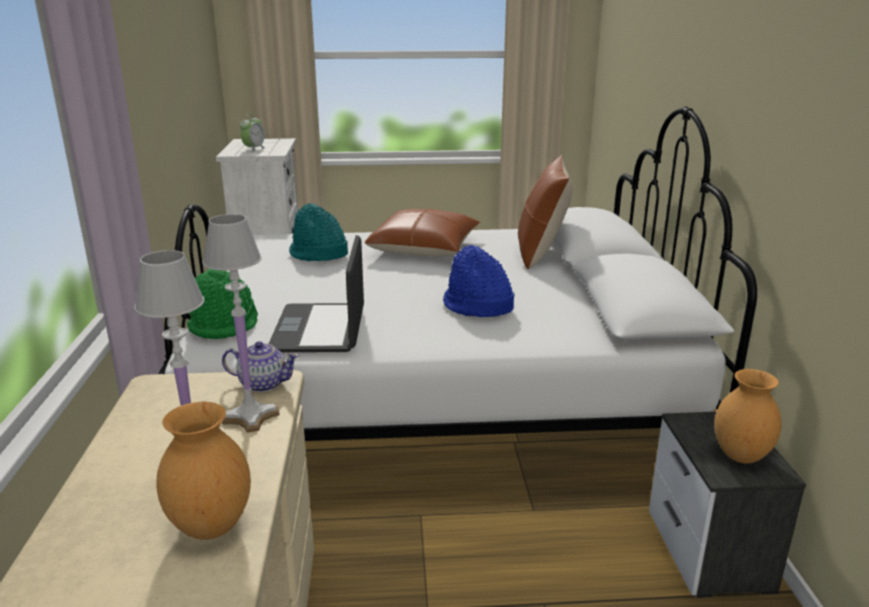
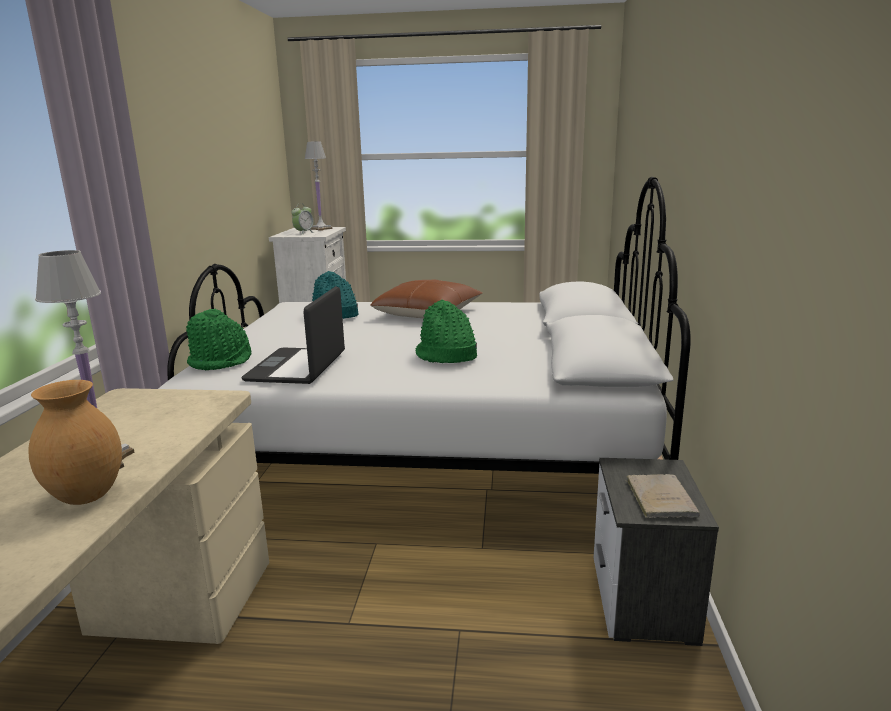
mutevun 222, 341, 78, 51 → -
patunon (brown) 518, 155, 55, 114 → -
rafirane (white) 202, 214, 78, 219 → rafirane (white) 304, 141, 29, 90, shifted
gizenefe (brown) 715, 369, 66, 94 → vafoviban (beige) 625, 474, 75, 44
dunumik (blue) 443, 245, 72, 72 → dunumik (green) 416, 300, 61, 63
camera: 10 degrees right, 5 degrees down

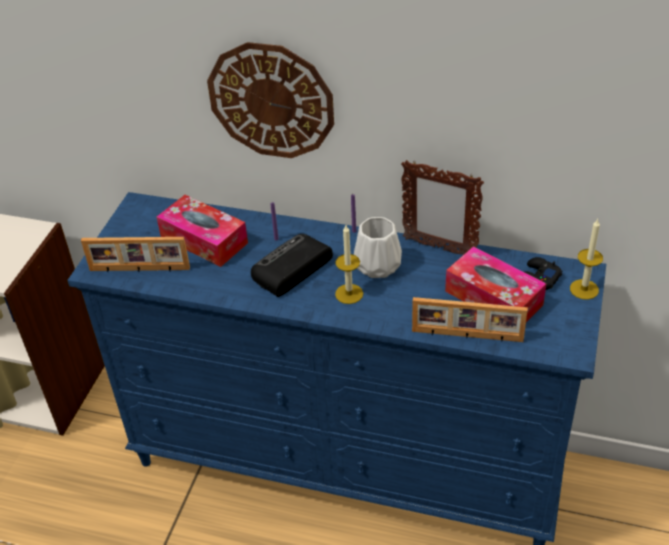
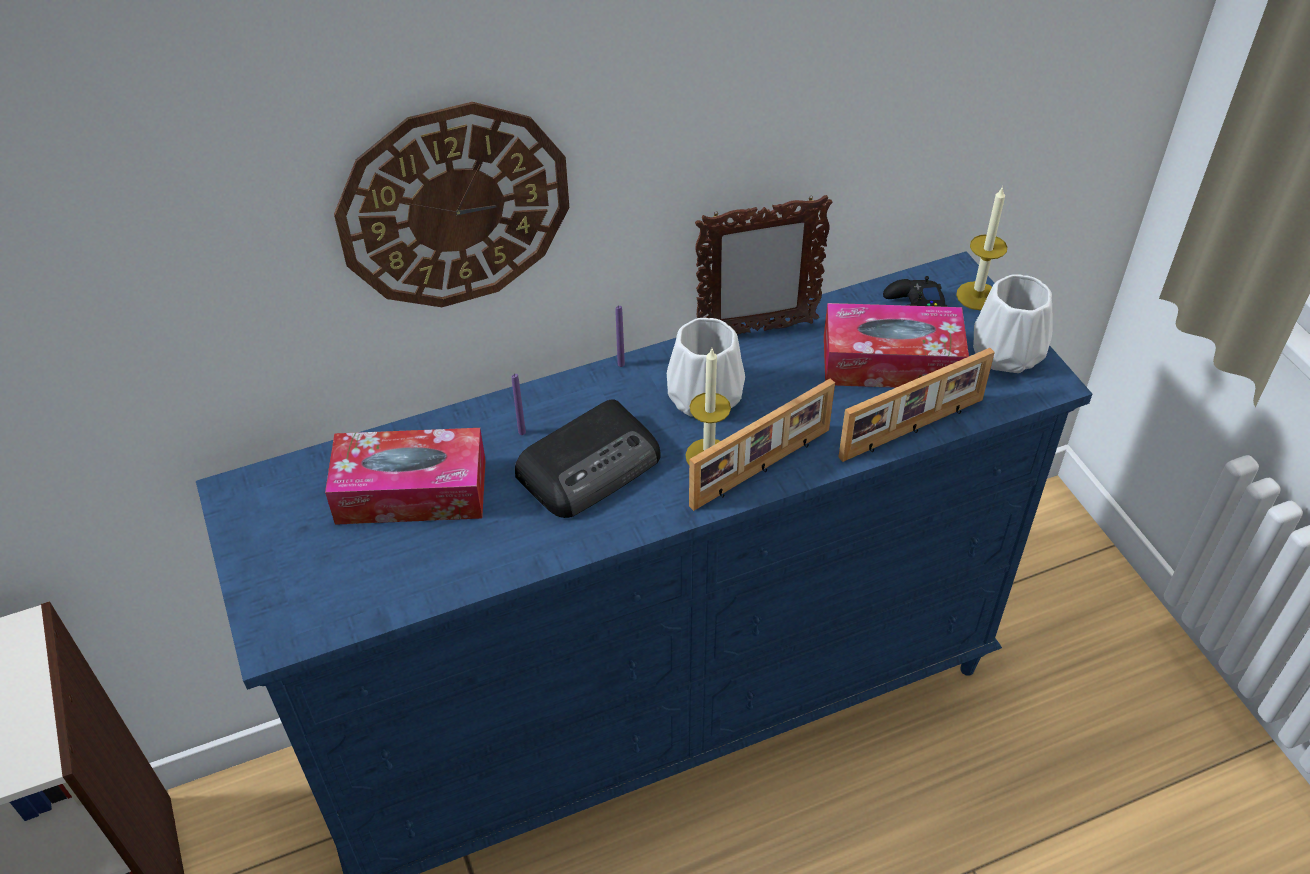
- → gizenefe (white) 973, 274, 79, 99
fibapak 81, 237, 109, 35 → fibapak 689, 379, 146, 132, shifted
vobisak 251, 234, 82, 63 → vobisak 515, 400, 146, 118, 135 degrees counterclockwise
camera: 40 degrees left, 5 degrees up

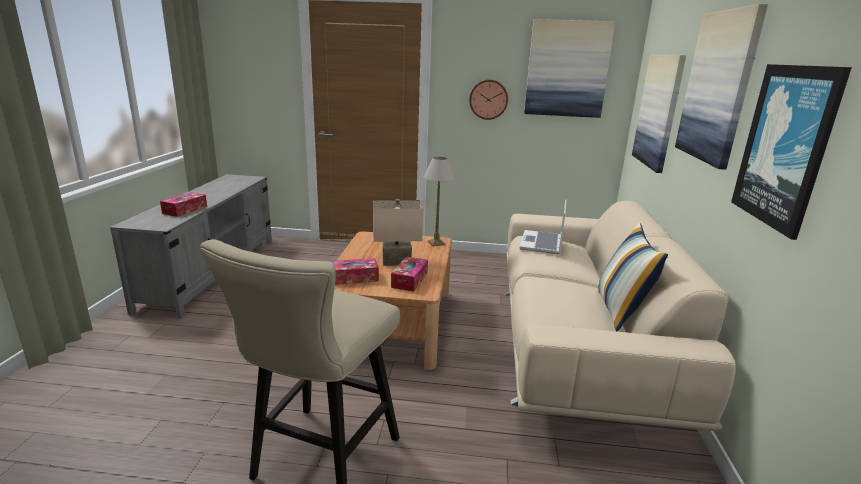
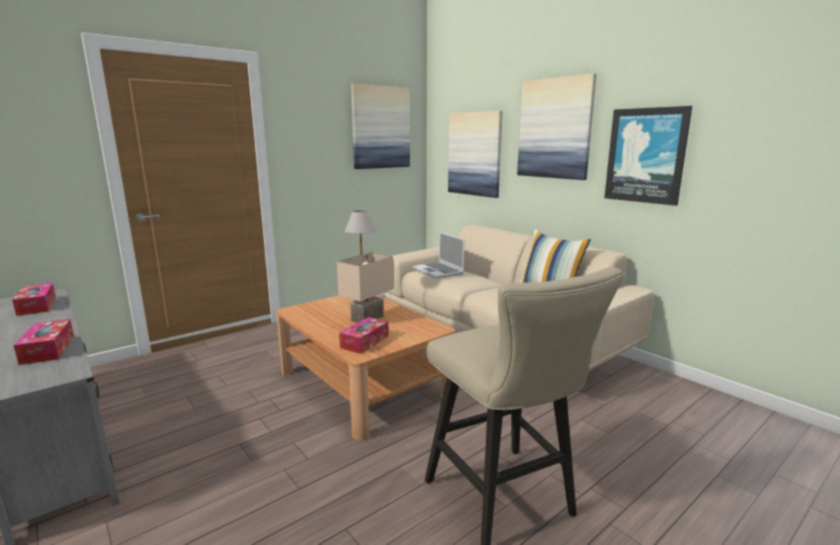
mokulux 469, 80, 39, 40 → -
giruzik 391, 257, 37, 35 → giruzik 12, 283, 44, 33, shifted
camera: 45 degrees left, 5 degrees down

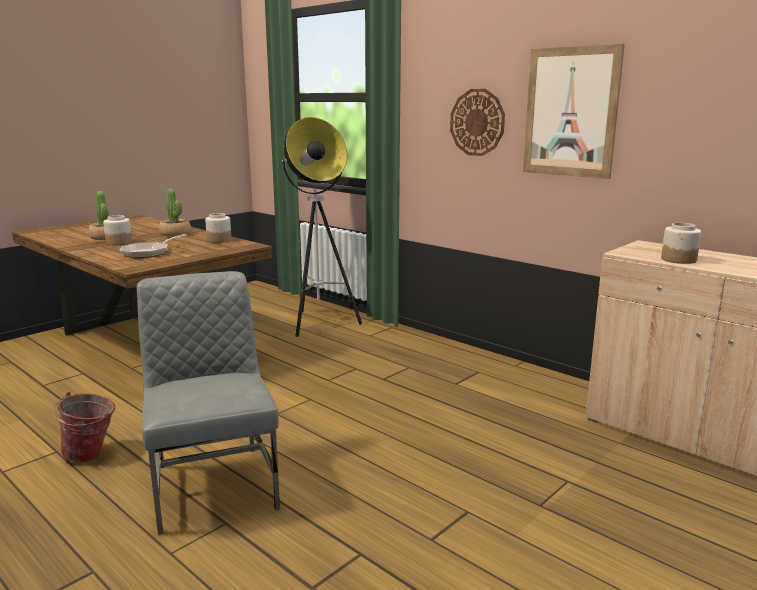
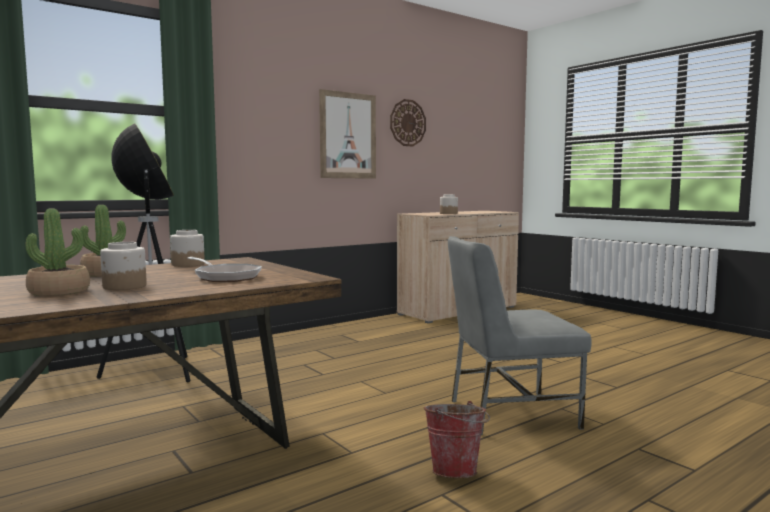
mokulux 450, 89, 55, 67 → mokulux 390, 99, 36, 47, shifted
camera: 80 degrees left, 10 degrees down

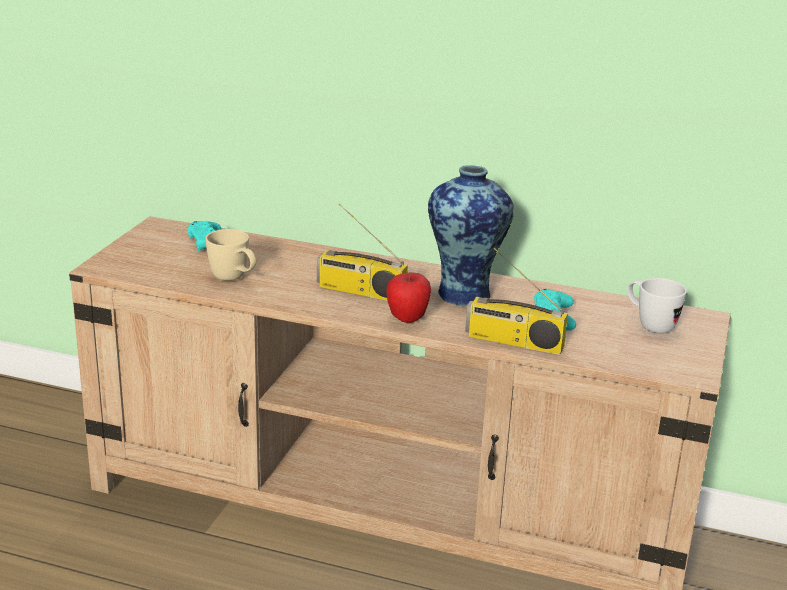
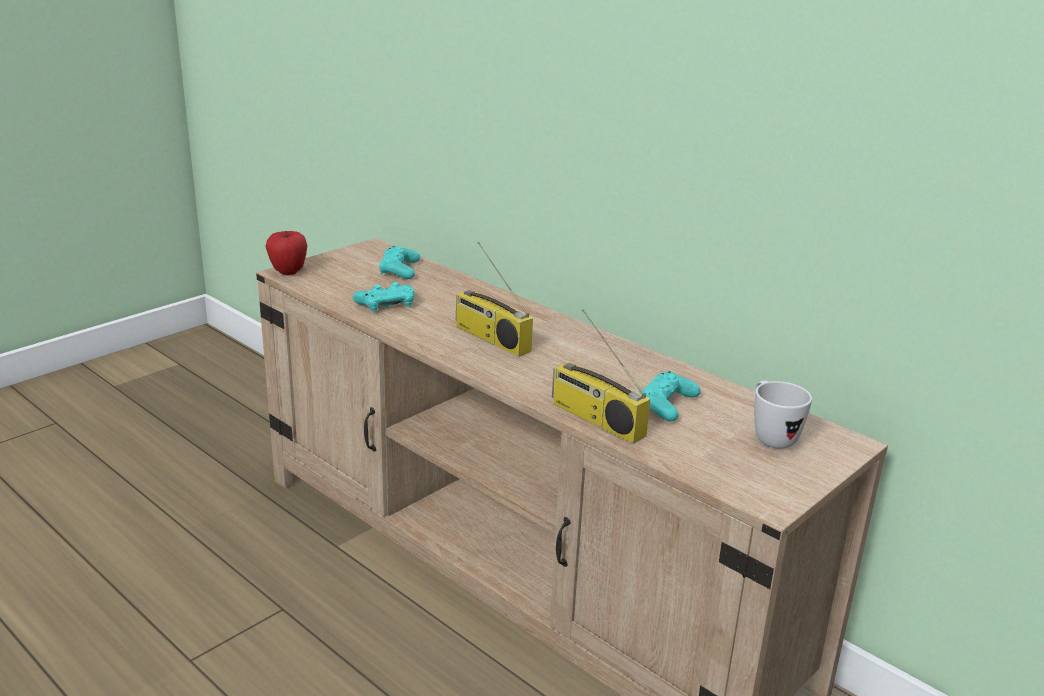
gizenefe 428, 165, 86, 141 → -
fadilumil 386, 272, 45, 51 → fadilumil 265, 231, 42, 44, shifted
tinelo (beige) 206, 229, 50, 52 → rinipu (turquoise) 353, 282, 62, 31
camera: 25 degrees right, 0 degrees up

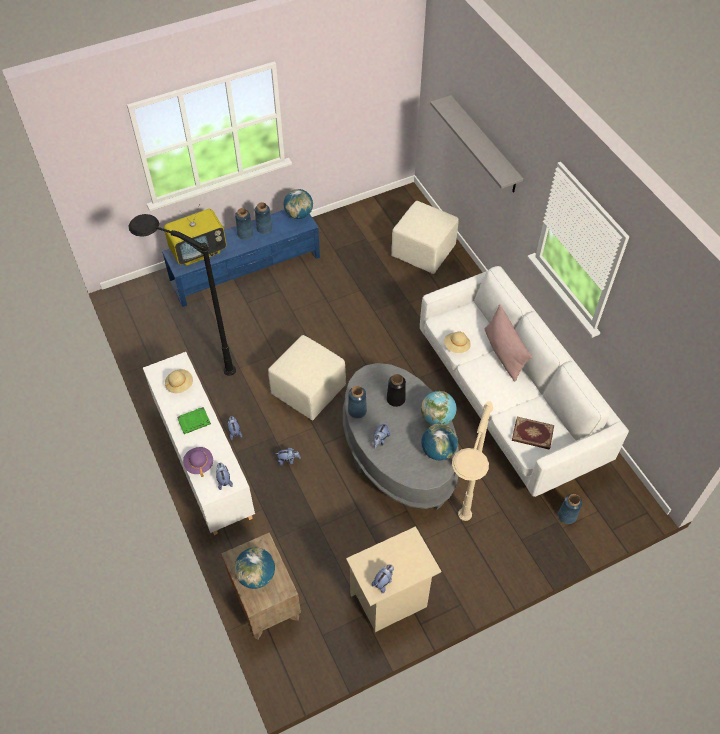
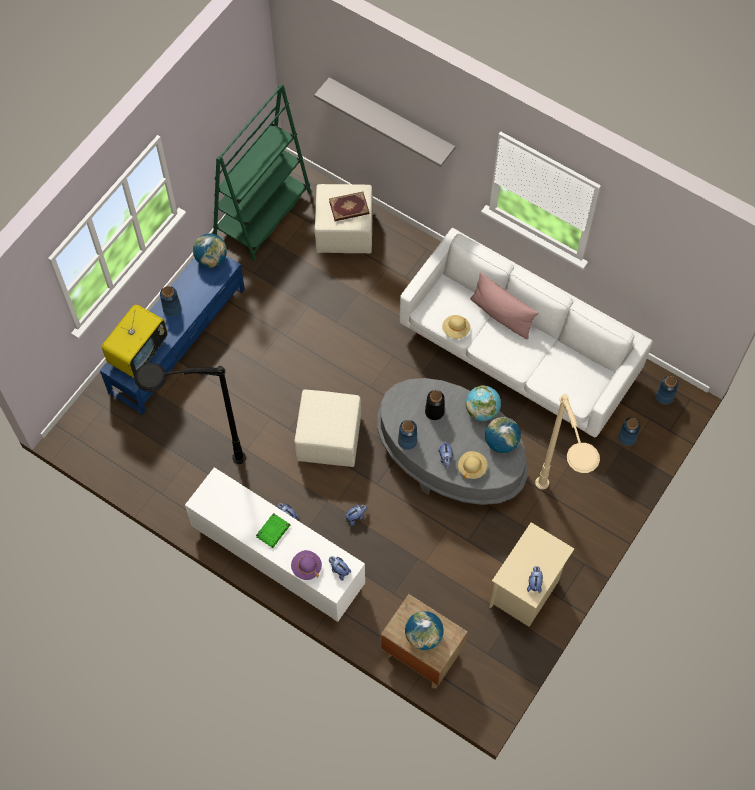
- → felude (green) 213, 84, 98, 177
dunumik (beige) 165, 369, 28, 24 → dunumik (beige) 458, 451, 29, 28, shifted
gizenefe (blue) 255, 202, 18, 32 → gizenefe (blue) 656, 376, 23, 28, shifted
vafoviban 512, 417, 42, 33 → vafoviban 329, 192, 40, 29, shifted
camera: 30 degrees left, 10 degrees up

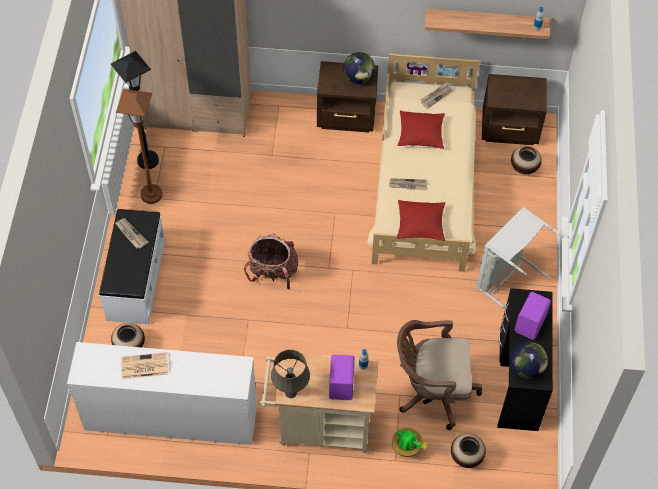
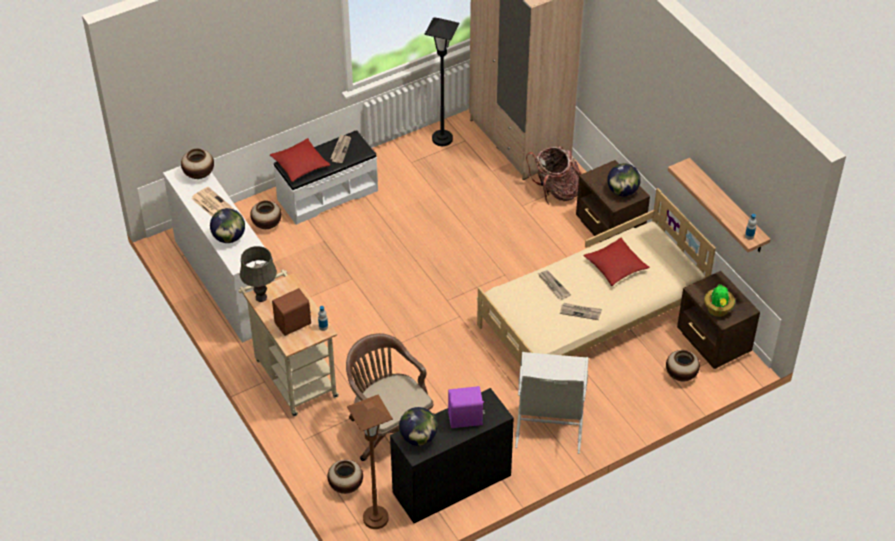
- → gizenefe 181, 149, 33, 30
- → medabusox 210, 208, 35, 35
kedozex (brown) 116, 89, 46, 115 → kedozex (brown) 347, 395, 46, 134, shifted
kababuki 244, 233, 54, 56 → kababuki 526, 146, 56, 58, shifted
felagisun 392, 428, 35, 29 → felagisun 704, 284, 31, 33, shifted
patunon (red) 396, 200, 49, 41 → patunon (red) 270, 138, 61, 44, shifted
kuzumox 420, 82, 33, 27 → kuzumox 560, 303, 42, 17, shifted
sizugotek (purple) 329, 355, 26, 45 → sizugotek (brown) 272, 288, 39, 48
camera: 55 degrees right, 10 degrees down

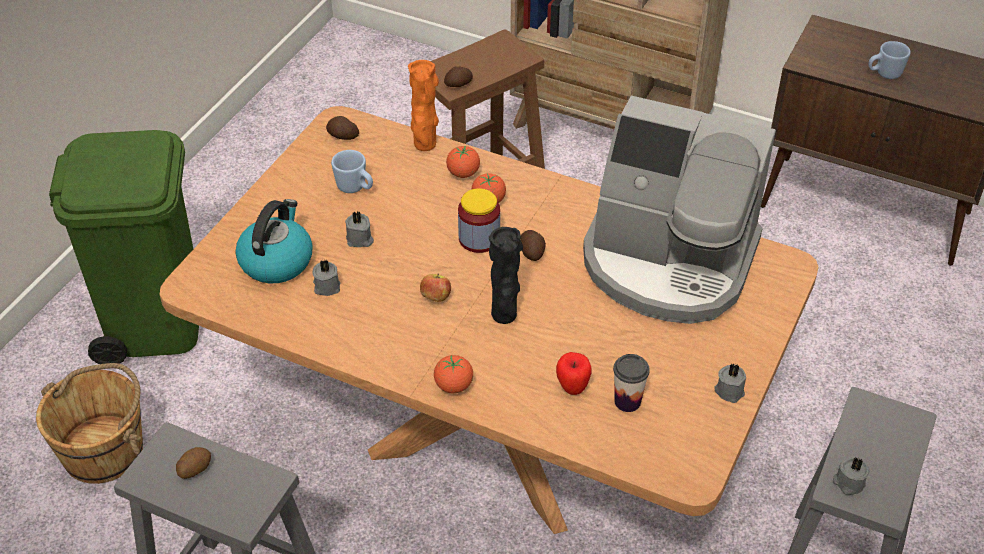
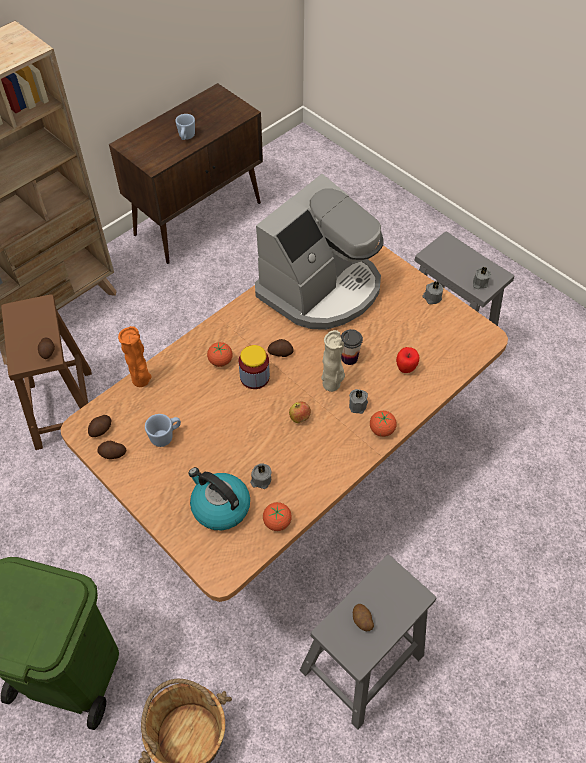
- → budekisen 98, 441, 28, 18
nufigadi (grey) 345, 211, 29, 36 → nufigadi (grey) 349, 389, 19, 25, shifted
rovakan 446, 146, 34, 32 → rovakan 263, 502, 29, 29, shifted
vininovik 613, 354, 37, 58 → vininovik 340, 329, 23, 36, shifted
gizenefe (black) 489, 227, 34, 97 → gizenefe (beige) 321, 330, 24, 62
camera: 70 degrees left, 10 degrees up

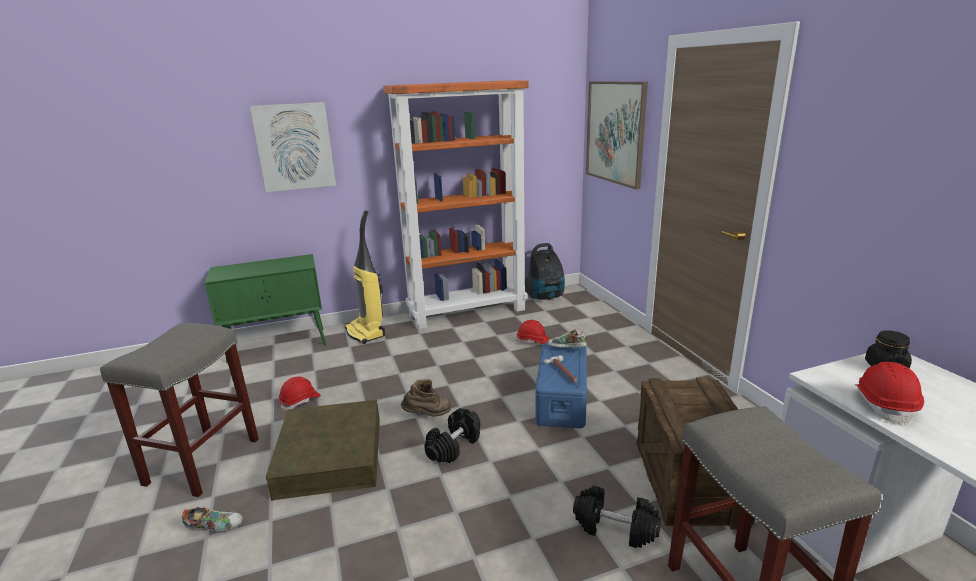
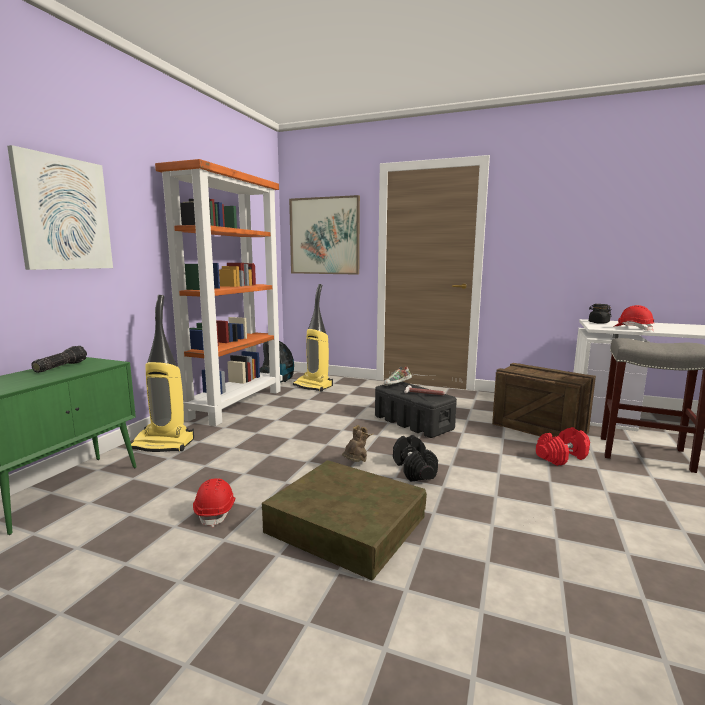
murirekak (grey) 100, 323, 159, 174 → -
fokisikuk 182, 507, 61, 25 → -
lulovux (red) 517, 320, 32, 24 → -
- → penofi 31, 346, 56, 27
- → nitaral 293, 284, 40, 108
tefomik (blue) 535, 343, 52, 85 → tefomik (black) 375, 382, 82, 56
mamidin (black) 573, 486, 88, 62 → mamidin (red) 536, 427, 54, 39
camera: 50 degrees left, 10 degrees down

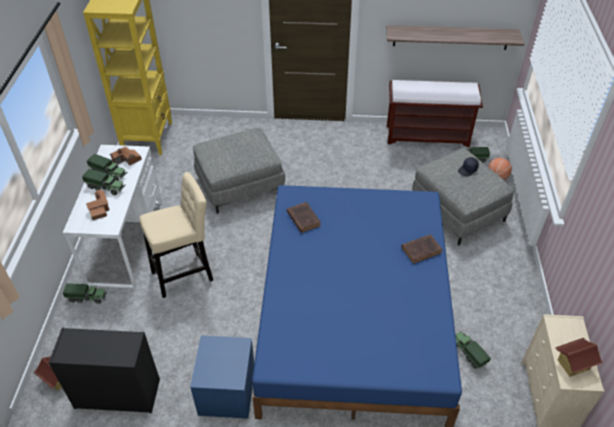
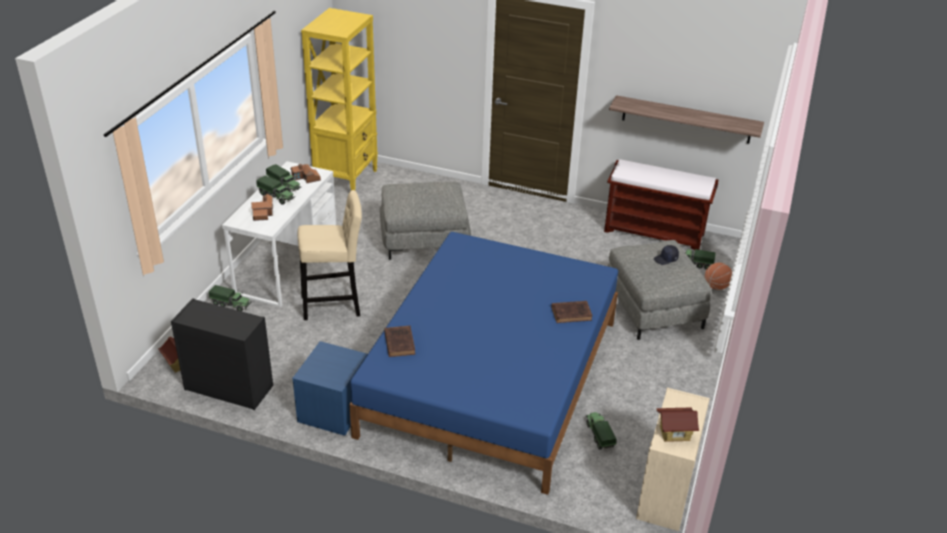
vafoviban (brown) 287, 202, 34, 31 → vafoviban (brown) 384, 326, 31, 31, shifted
camera: 15 degrees right, 10 degrees down

